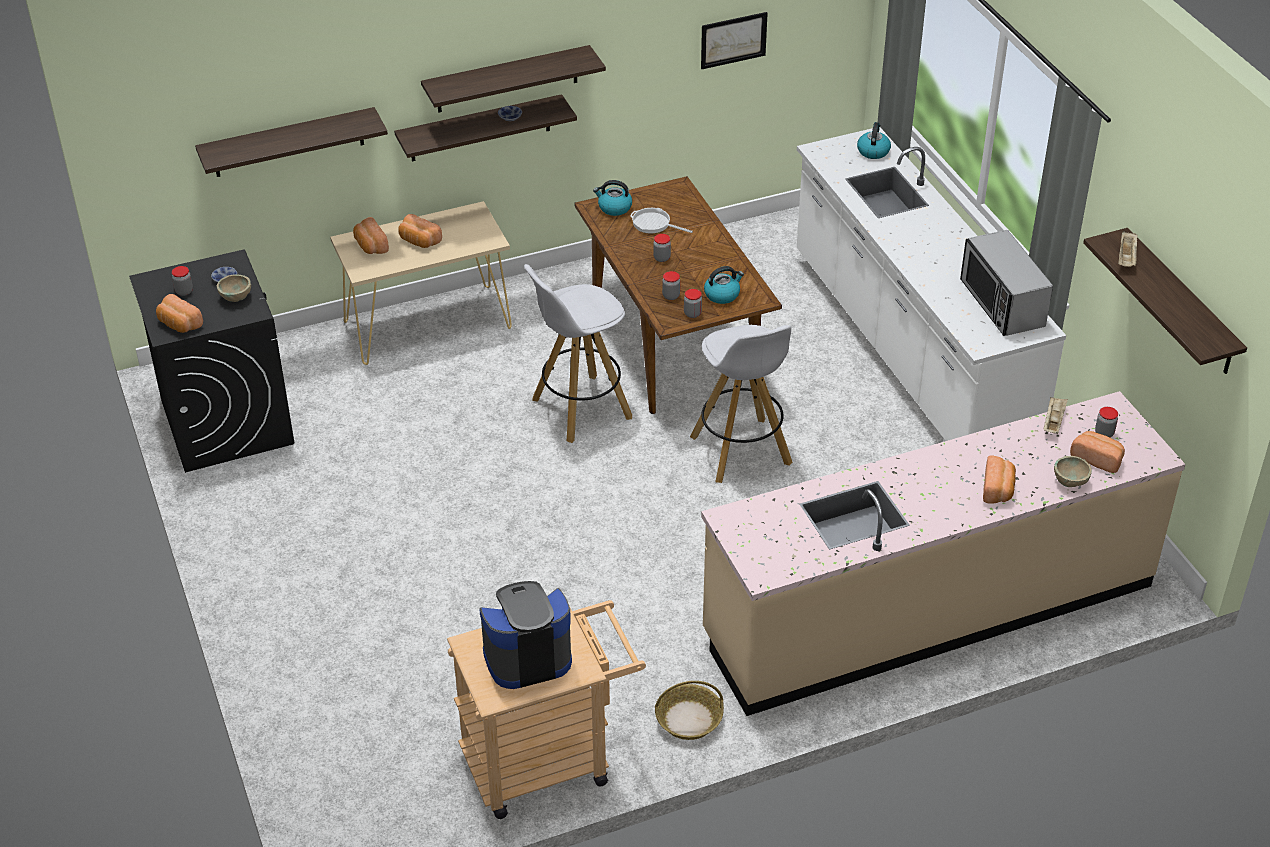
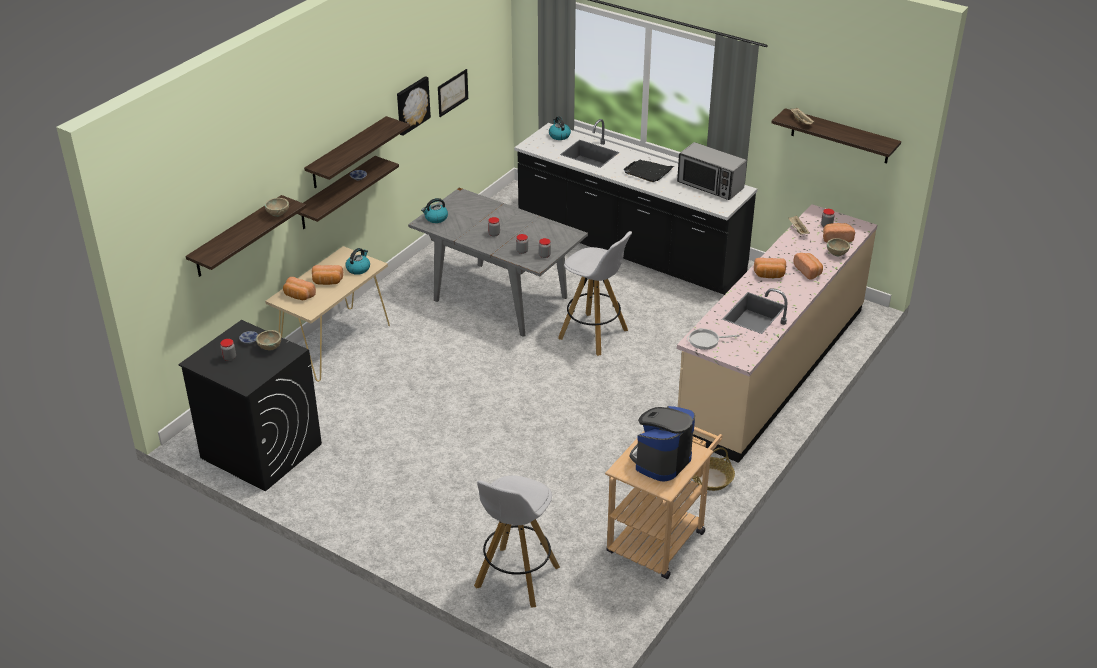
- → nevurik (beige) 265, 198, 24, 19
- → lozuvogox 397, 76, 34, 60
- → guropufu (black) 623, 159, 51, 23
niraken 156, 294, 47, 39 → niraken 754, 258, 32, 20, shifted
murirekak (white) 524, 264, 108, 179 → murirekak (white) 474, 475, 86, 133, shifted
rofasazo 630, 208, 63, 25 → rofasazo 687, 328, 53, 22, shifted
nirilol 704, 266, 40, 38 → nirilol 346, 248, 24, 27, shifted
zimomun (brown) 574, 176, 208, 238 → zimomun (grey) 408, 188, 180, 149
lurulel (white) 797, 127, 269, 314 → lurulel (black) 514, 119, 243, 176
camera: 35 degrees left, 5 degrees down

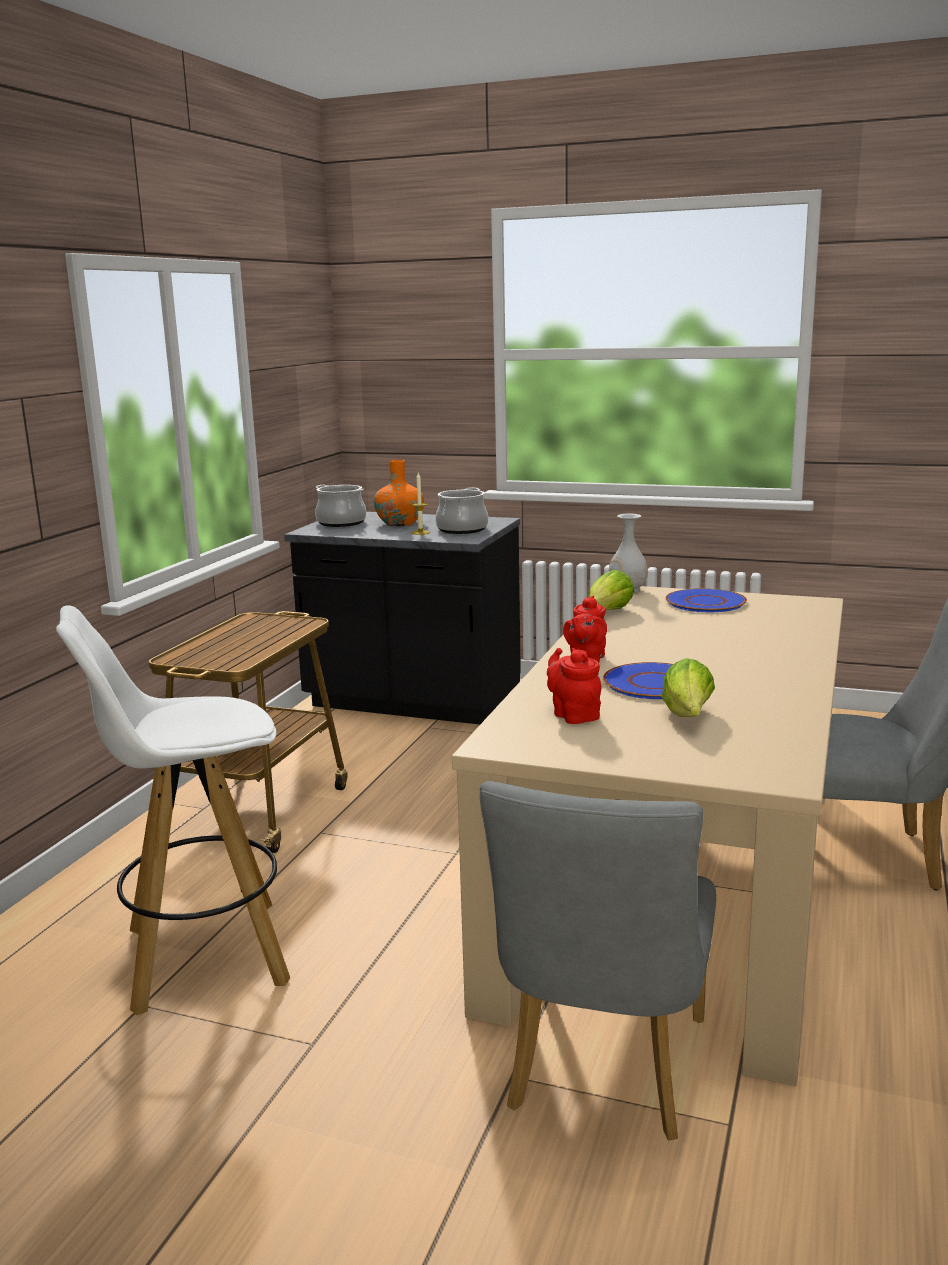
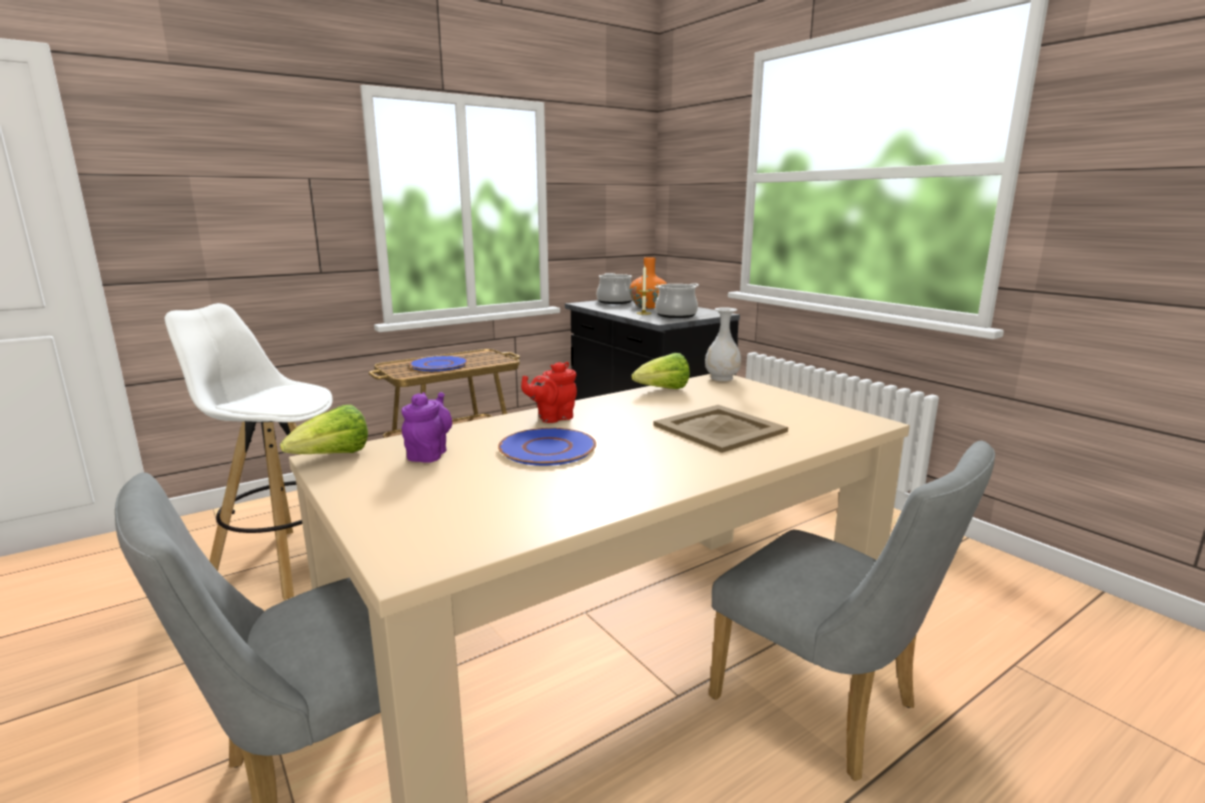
- → guropufu (beige) 653, 405, 135, 48
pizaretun 661, 658, 54, 59 → pizaretun 280, 405, 88, 49, shifted
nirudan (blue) 666, 588, 81, 24 → nirudan (blue) 409, 356, 59, 15, shifted
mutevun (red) 547, 648, 55, 76 → mutevun (purple) 401, 392, 51, 71
camera: 35 degrees right, 0 degrees up

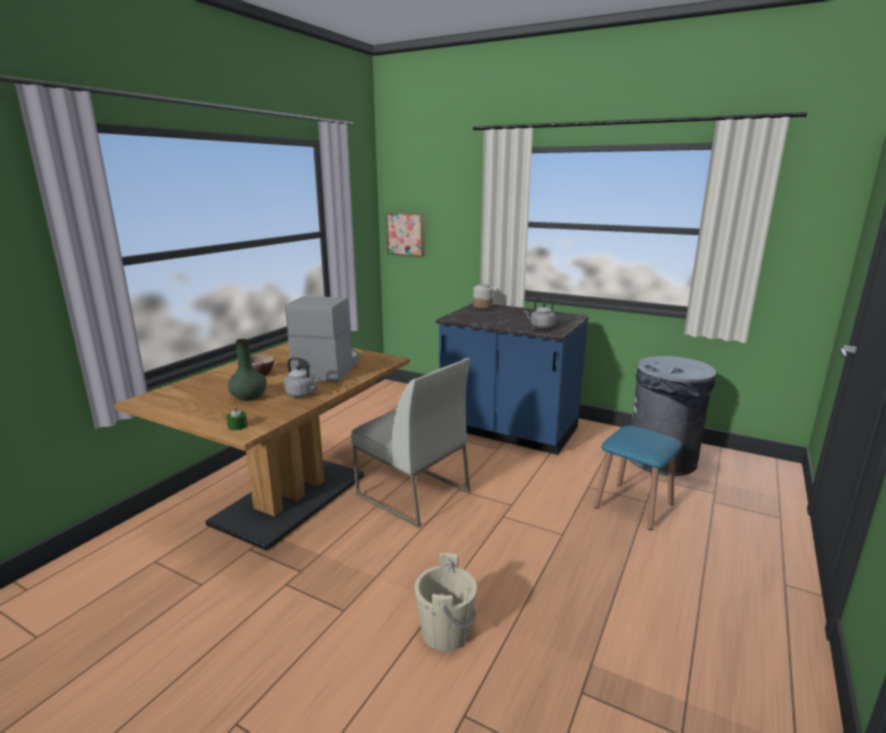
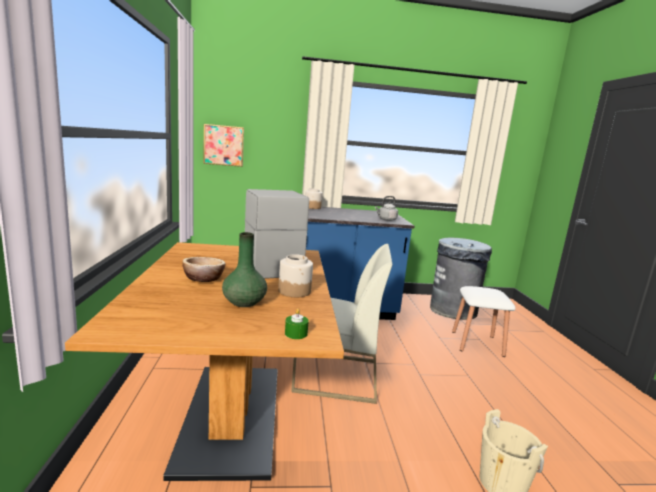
nirilol (grey) 284, 357, 36, 40 → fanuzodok 278, 254, 35, 43
murirekak (blue) 594, 426, 88, 104 → murirekak (white) 452, 286, 63, 71
camera: 35 degrees left, 5 degrees down

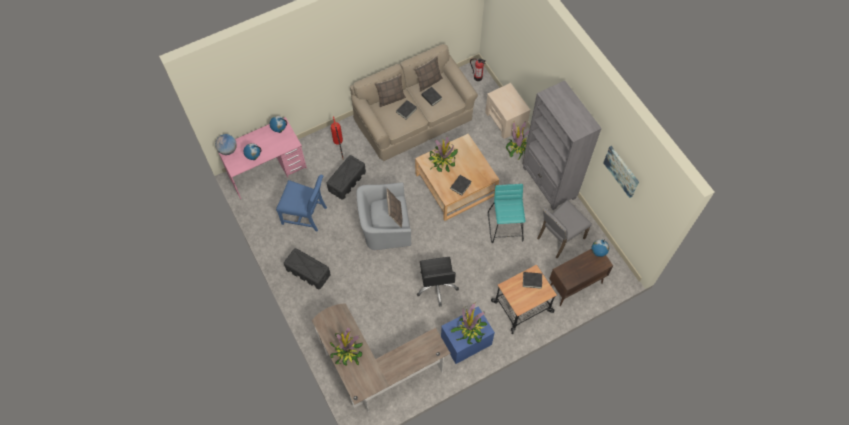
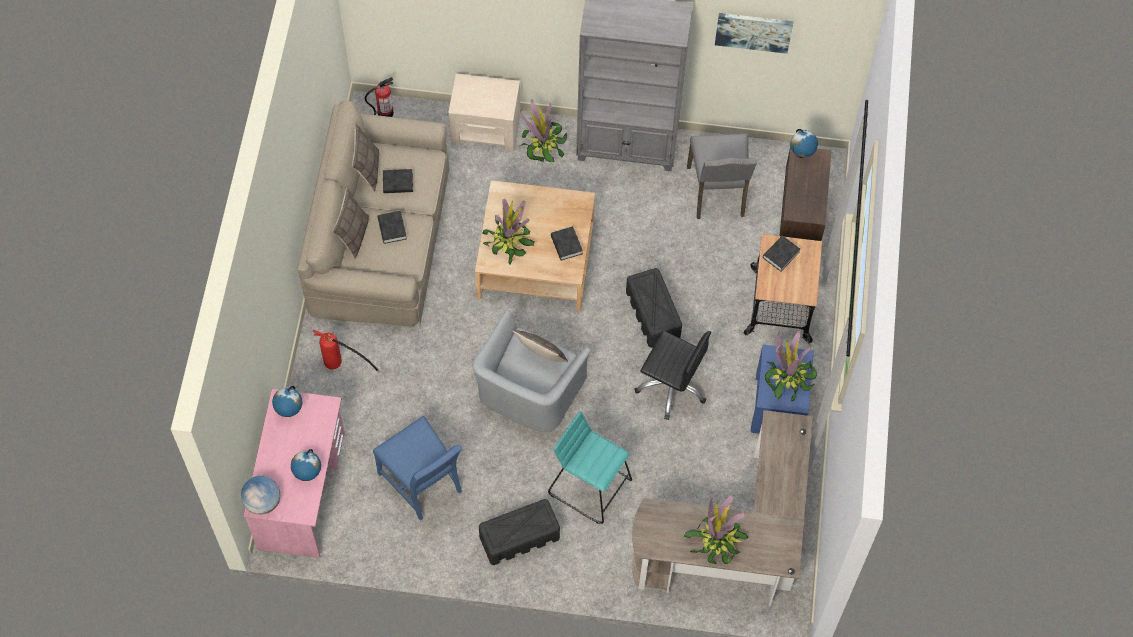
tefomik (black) 327, 155, 39, 45 → tefomik (black) 626, 268, 56, 80, shifted
murirekak (turquoise) 488, 184, 37, 59 → murirekak (turquoise) 548, 411, 84, 113, shifted
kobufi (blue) 276, 175, 51, 57 → kobufi (blue) 373, 416, 89, 105, 90 degrees clockwise
camera: 55 degrees left, 0 degrees up

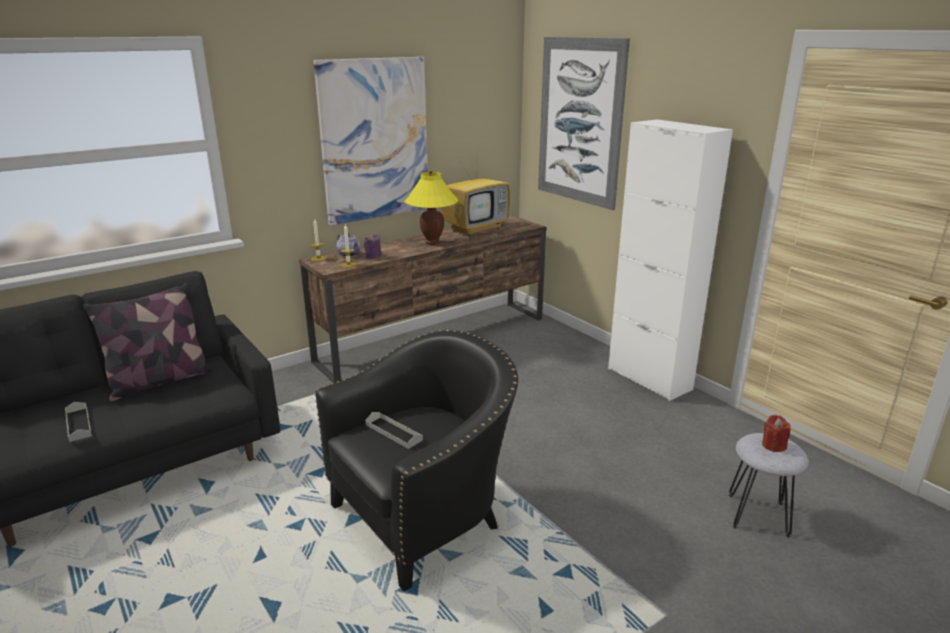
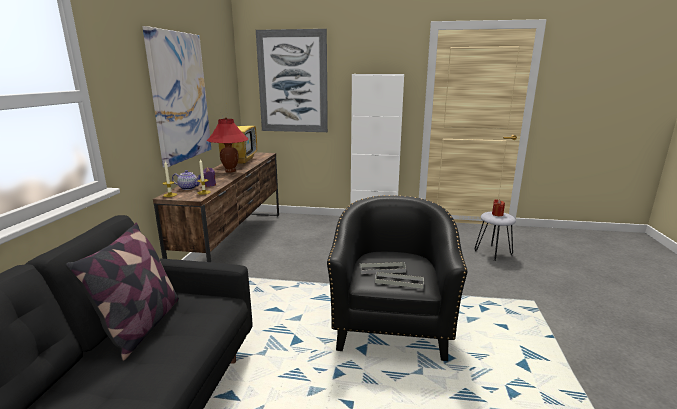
guropufu (grey) 65, 402, 27, 40 → guropufu (grey) 375, 272, 49, 16, shifted
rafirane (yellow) 404, 171, 54, 74 → rafirane (red) 207, 117, 41, 56
camera: 45 degrees left, 5 degrees down

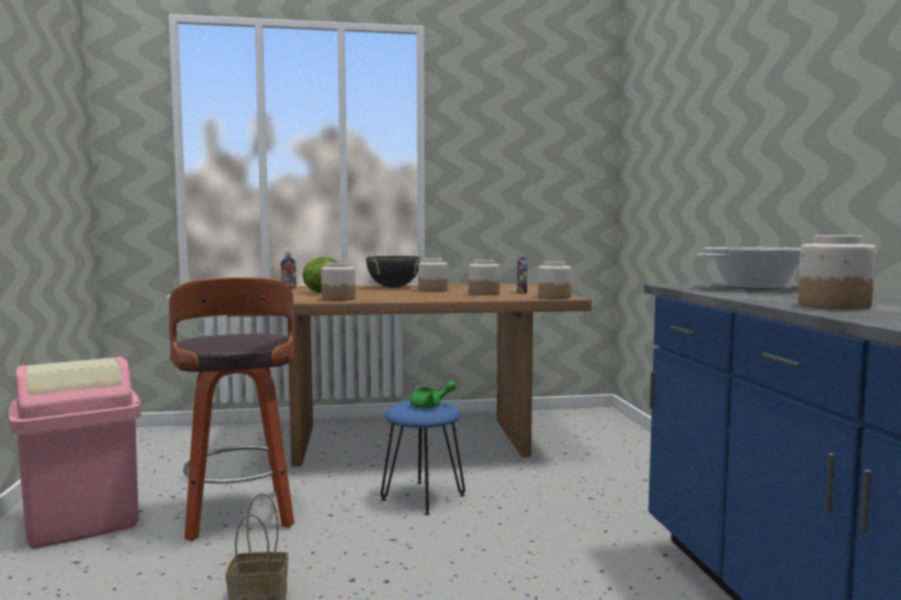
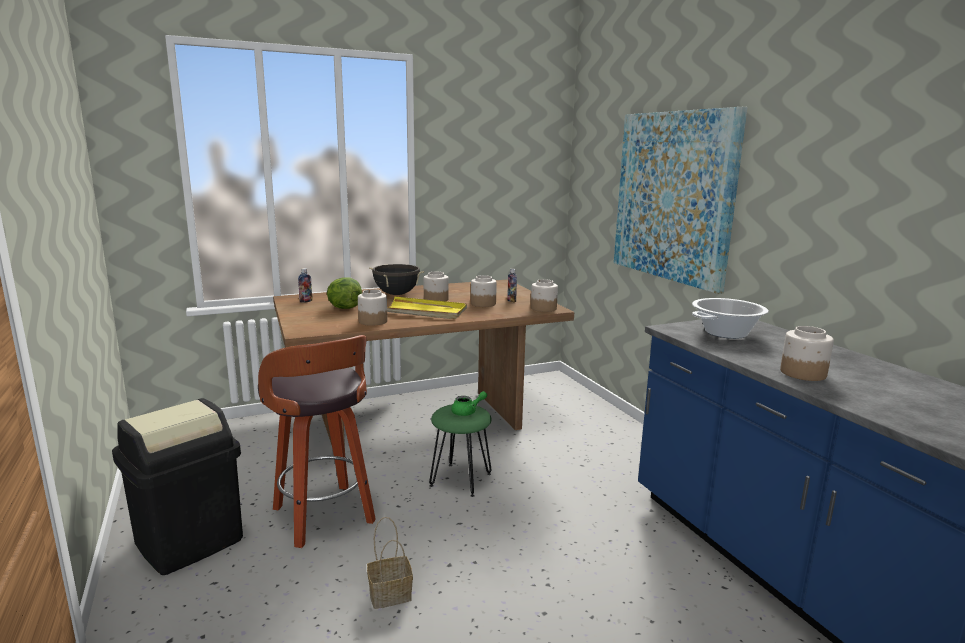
- → guropufu (yellow) 387, 297, 80, 22
- → lozuvogox 614, 107, 134, 187
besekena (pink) 8, 357, 133, 191 → besekena (black) 112, 398, 131, 177
murirekak (blue) 381, 401, 84, 114 → murirekak (green) 429, 404, 63, 93
camera: 15 degrees left, 10 degrees up

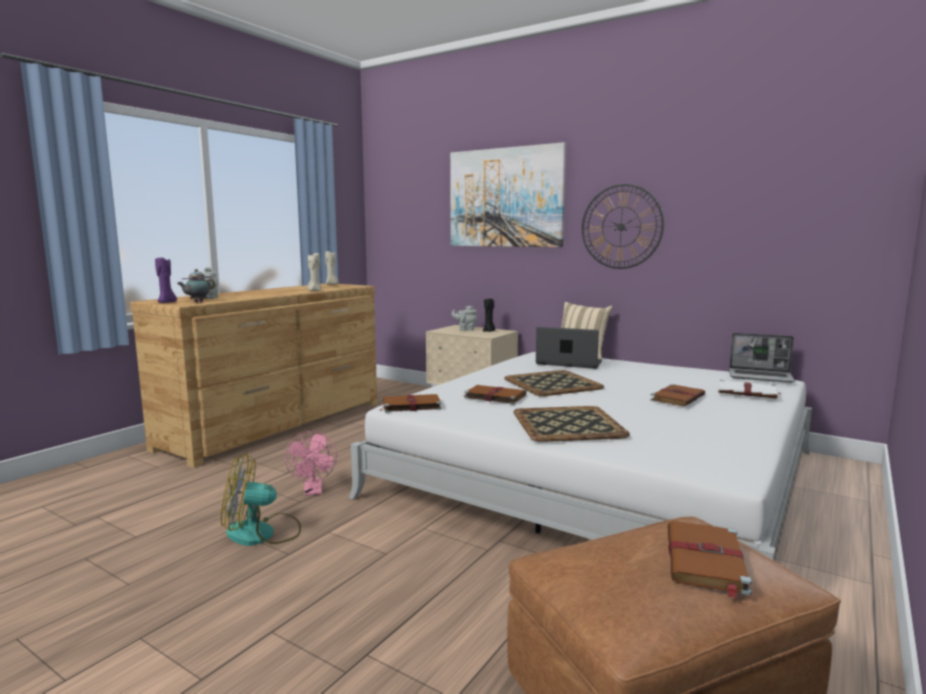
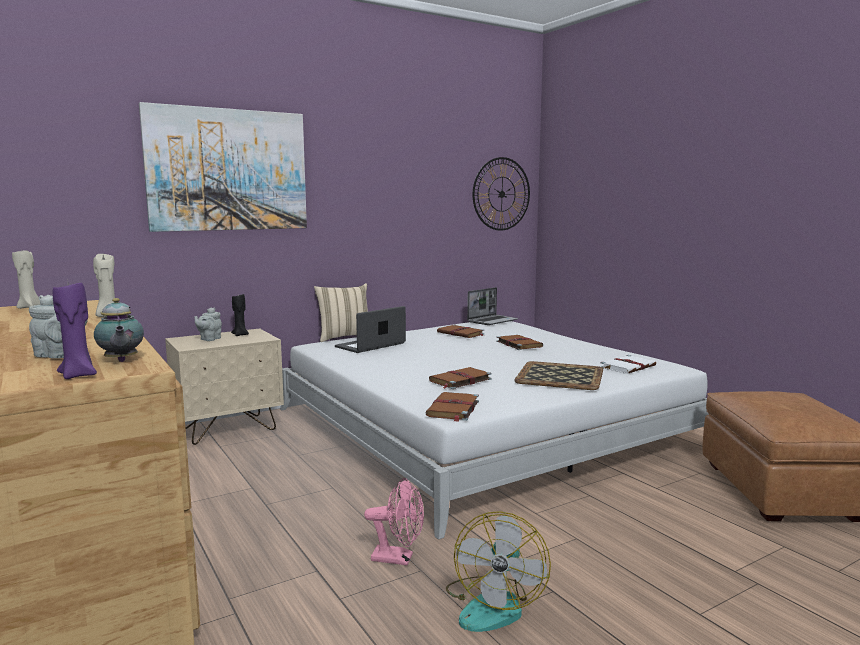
guropufu 504, 370, 100, 26 → -
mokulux 582, 184, 82, 85 → mokulux 473, 157, 57, 74, shifted
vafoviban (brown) 668, 521, 84, 78 → vafoviban (brown) 437, 325, 47, 13, shifted
vafoviban (white) 718, 380, 62, 19 → vafoviban (white) 601, 355, 55, 19, shifted
camera: 65 degrees left, 0 degrees up

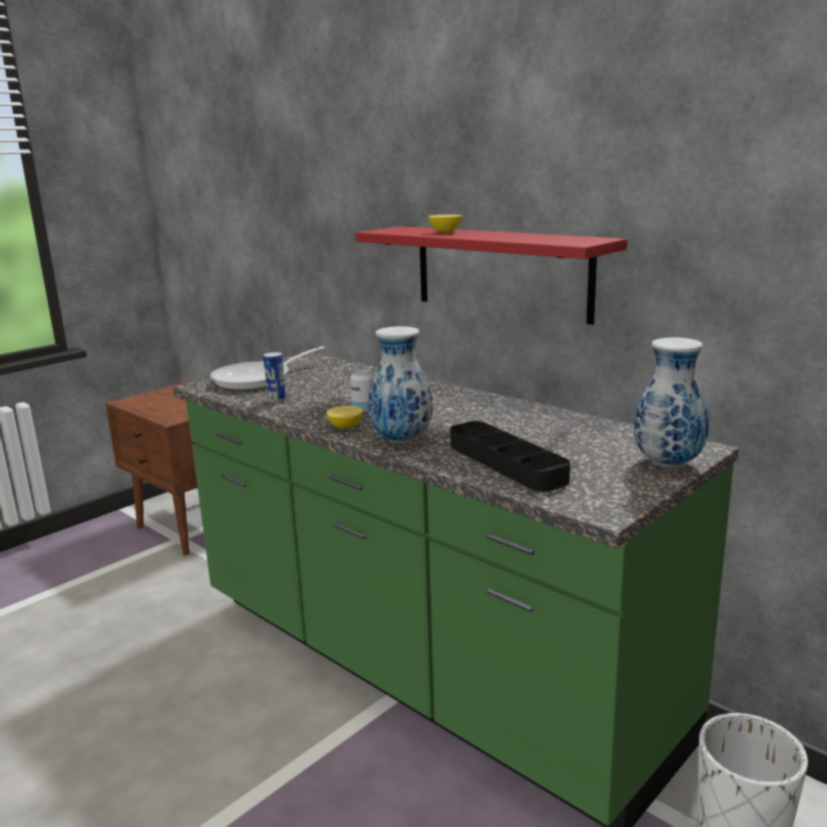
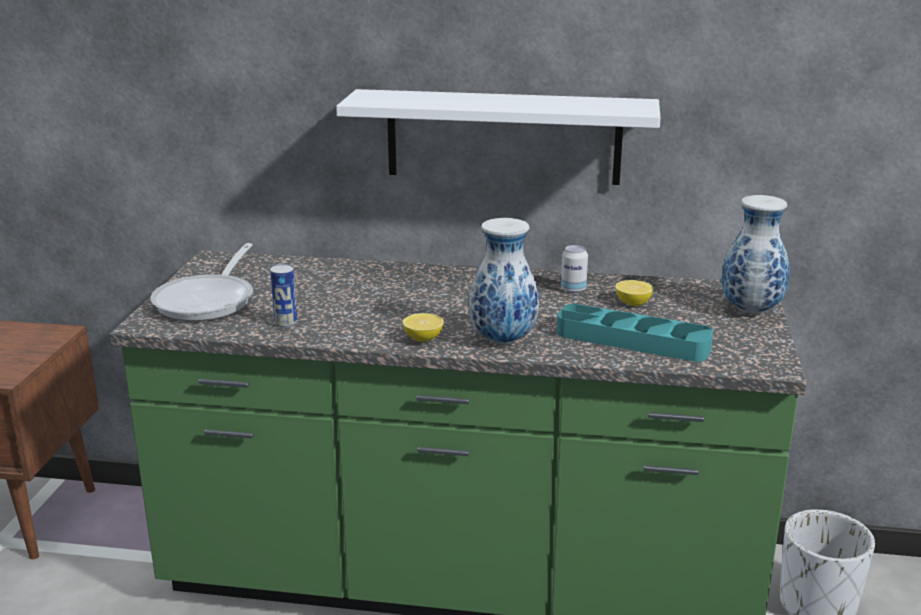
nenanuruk 350, 369, 23, 44 → nenanuruk 561, 245, 27, 48, shifted
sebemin 428, 215, 34, 18 → sebemin 615, 280, 39, 26, shifted
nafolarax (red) 355, 226, 272, 99 → nafolarax (white) 336, 89, 324, 96
guropufu (black) 450, 421, 120, 71 → guropufu (turquoise) 557, 304, 156, 58
camera: 35 degrees left, 5 degrees up

